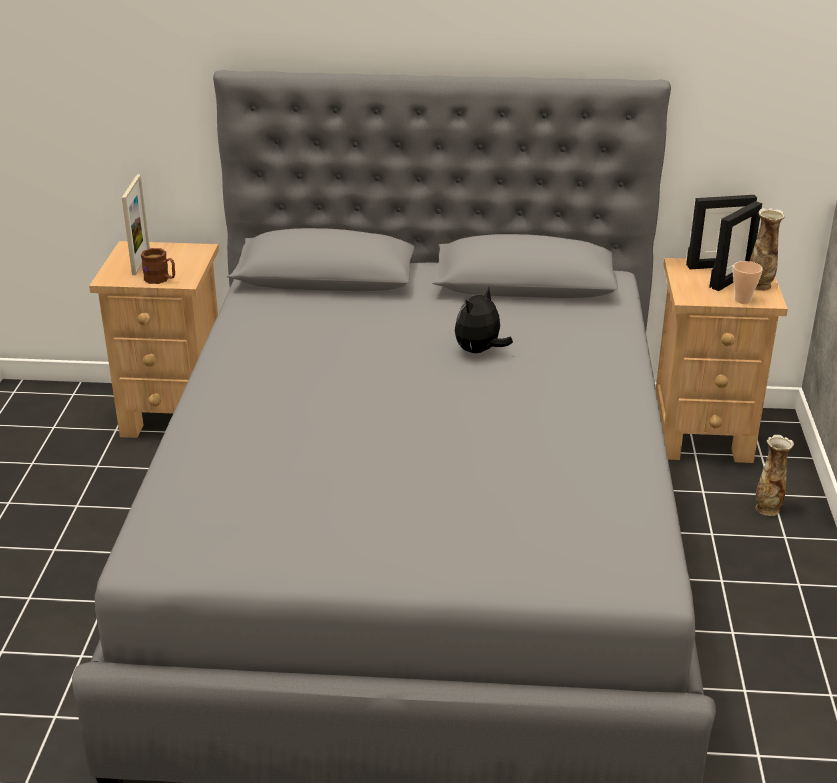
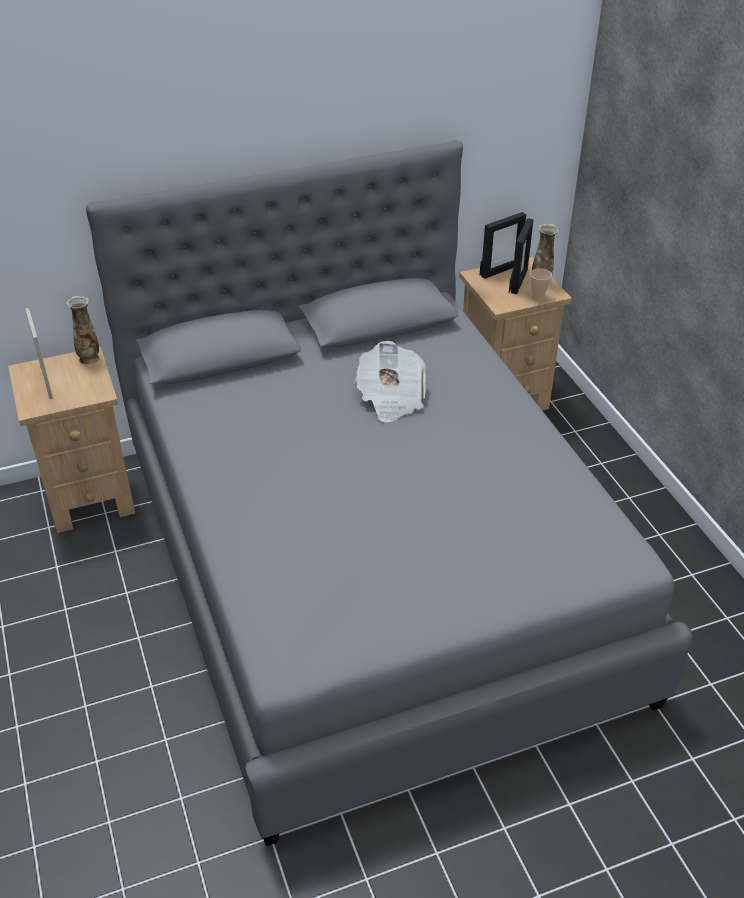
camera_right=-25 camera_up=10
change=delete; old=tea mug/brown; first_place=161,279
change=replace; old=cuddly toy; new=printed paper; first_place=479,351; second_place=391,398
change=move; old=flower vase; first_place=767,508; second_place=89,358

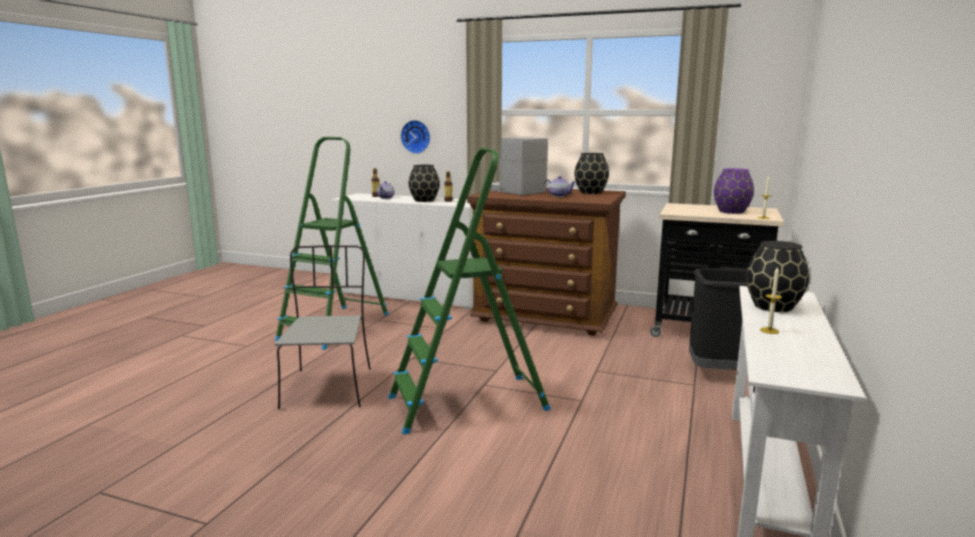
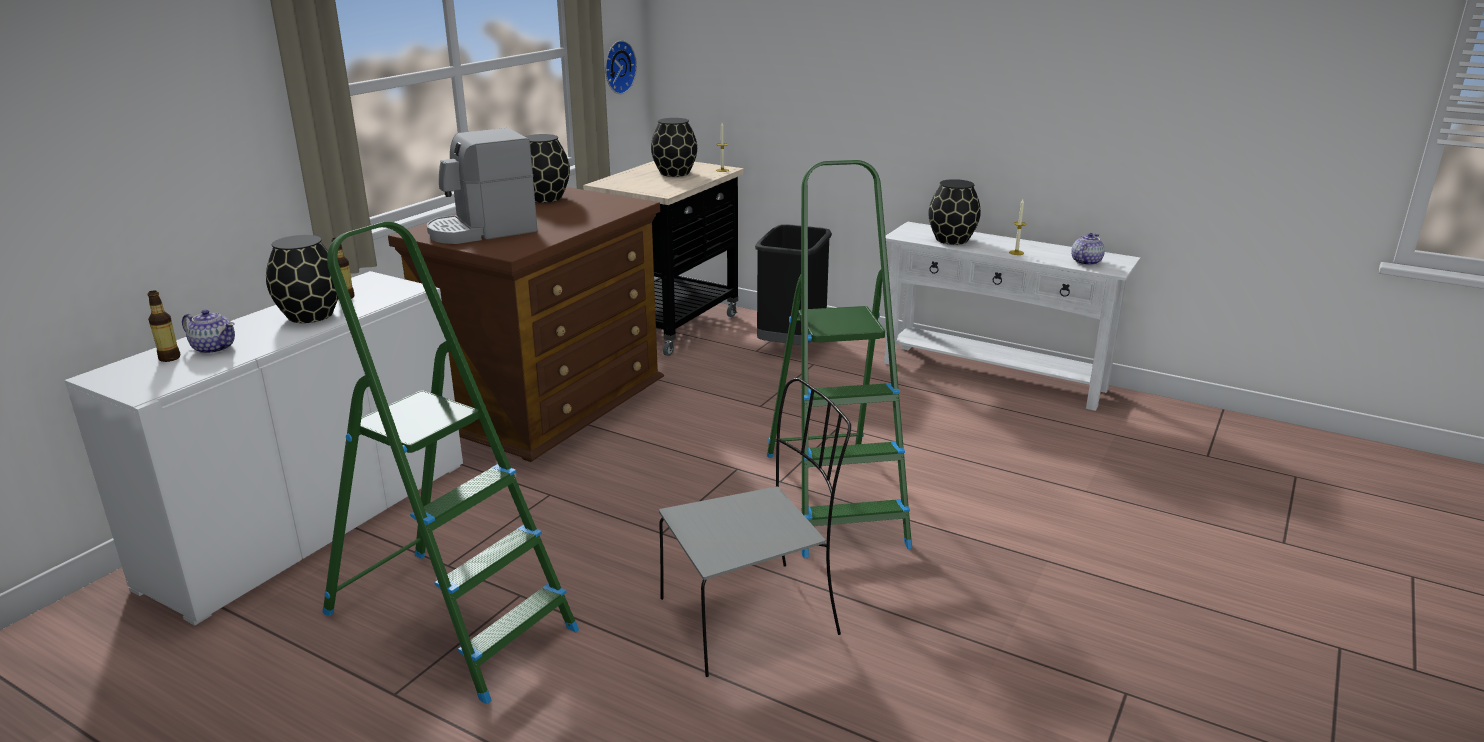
camera_right=-80 camera_up=10
change=move; old=clock on the wall; first_place=416,136; second_place=617,67
change=recolor; old=flower vase/purple-coloured; new=flower vase/black-coloured; first_place=731,211; second_place=674,173
change=move; old=teapot; first_place=559,195; second_place=1085,262
change=rotate; old=upright chair/gray; first_place=328,387; second_place=753,615; degrees=150

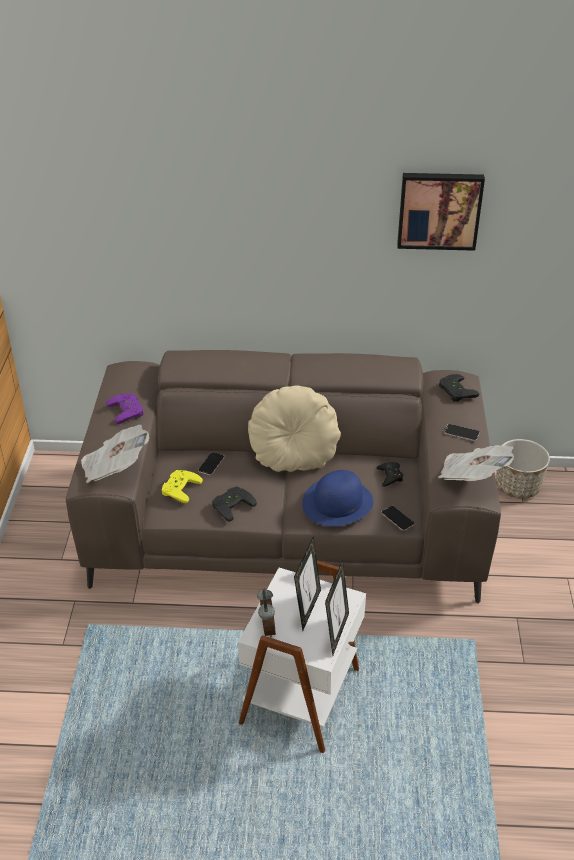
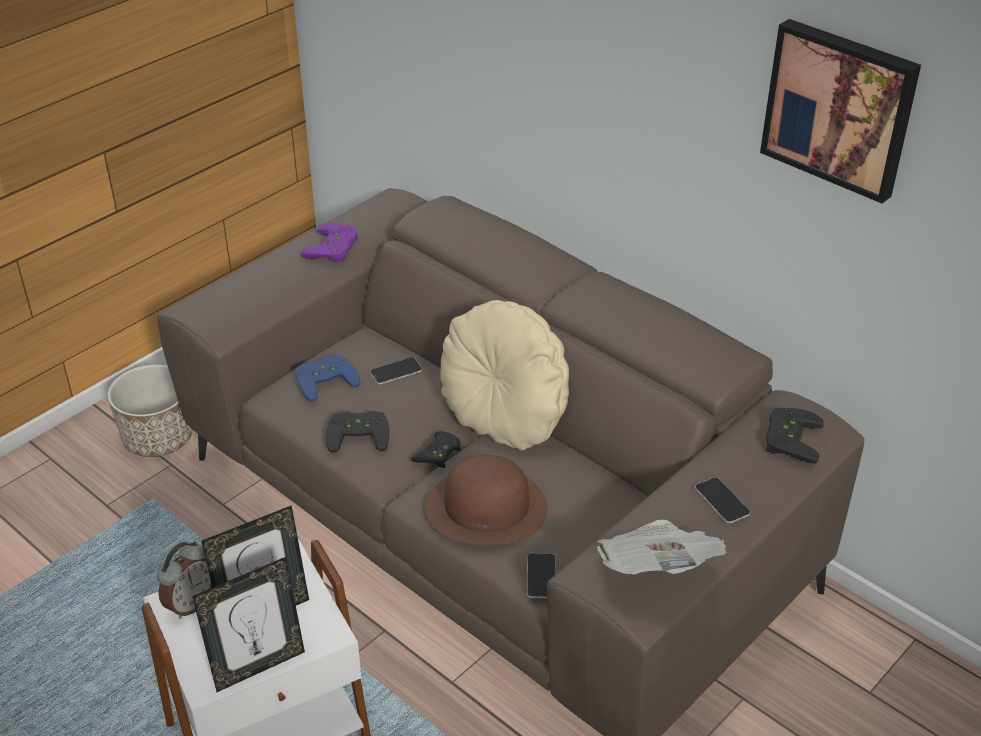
camera_right=40 camera_up=0
change=delete; old=printed paper; first_place=115,468
change=move; old=plant pot; first_place=517,486; second_place=158,438
change=move; old=game controller/black-coloured; first_place=390,476; second_place=438,454
change=recolor; old=game controller/yellowish; new=game controller/blue; first_place=179,487; second_place=325,379
change=recolor; old=hat/blue; new=hat/brown; first_place=338,502; second_place=487,507

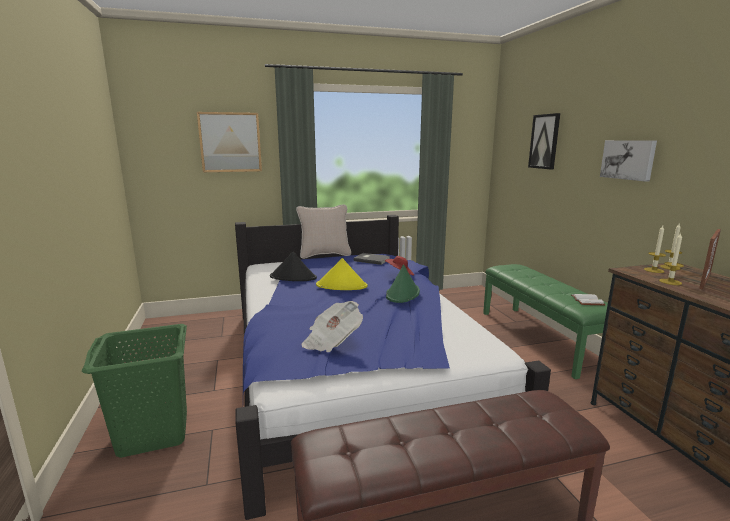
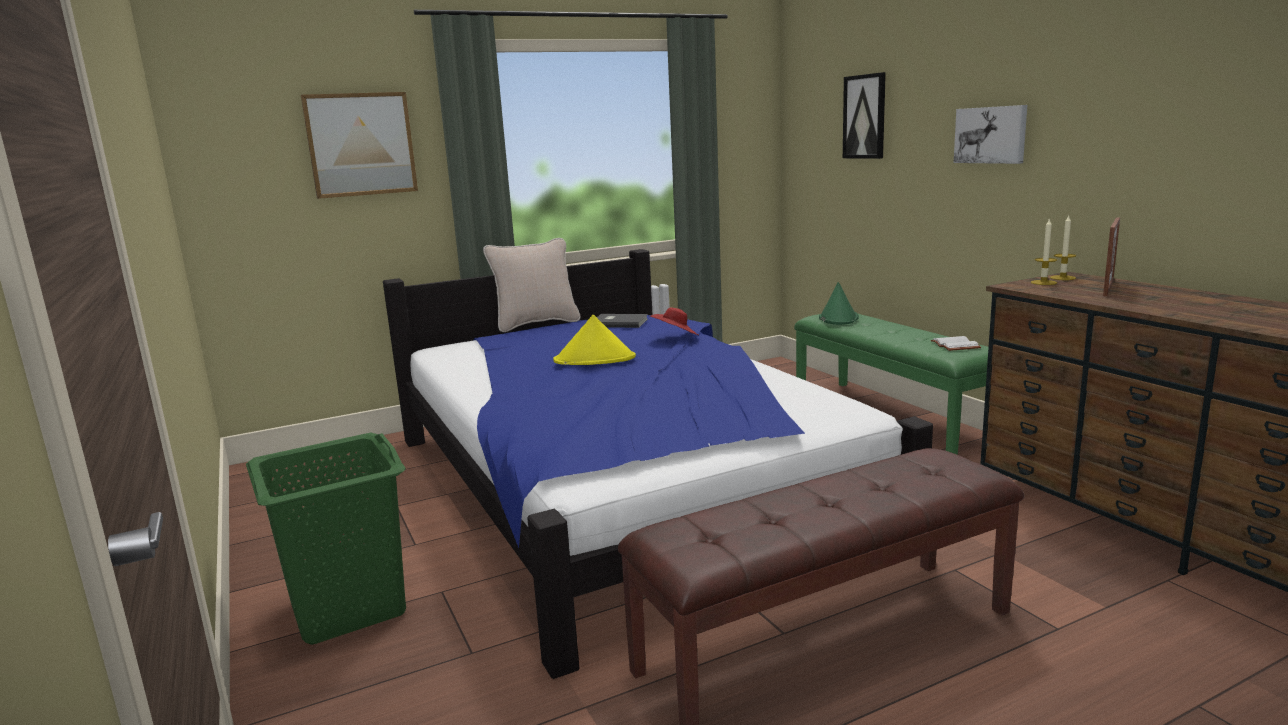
camera_right=-10 camera_up=0
change=delete; old=candle; first_place=670,282
change=delete; old=hat/black-coloured; first_place=293,277
change=move; old=hat/green; first_place=402,294; second_place=838,318
change=delete; old=printed paper; first_place=331,341

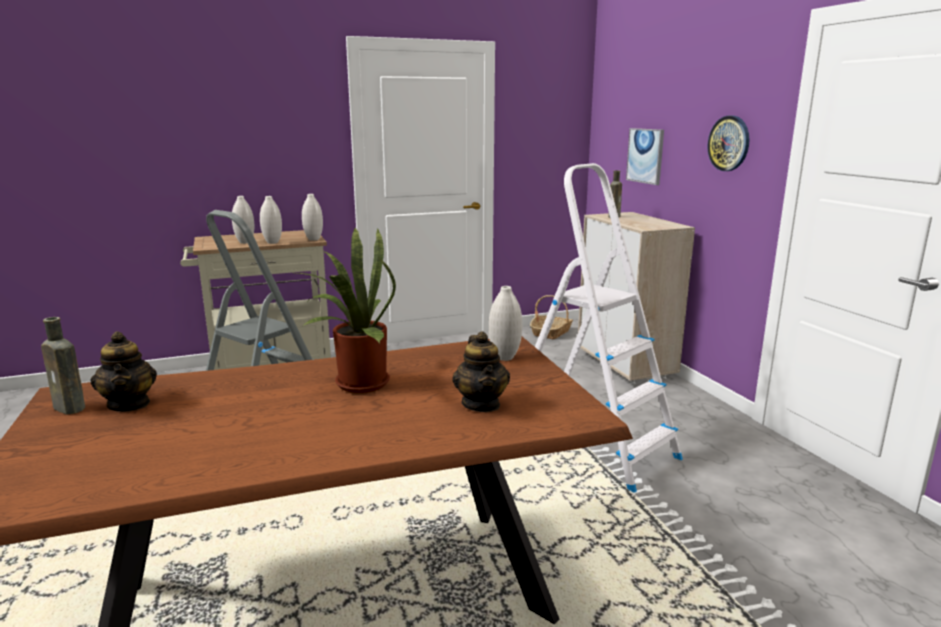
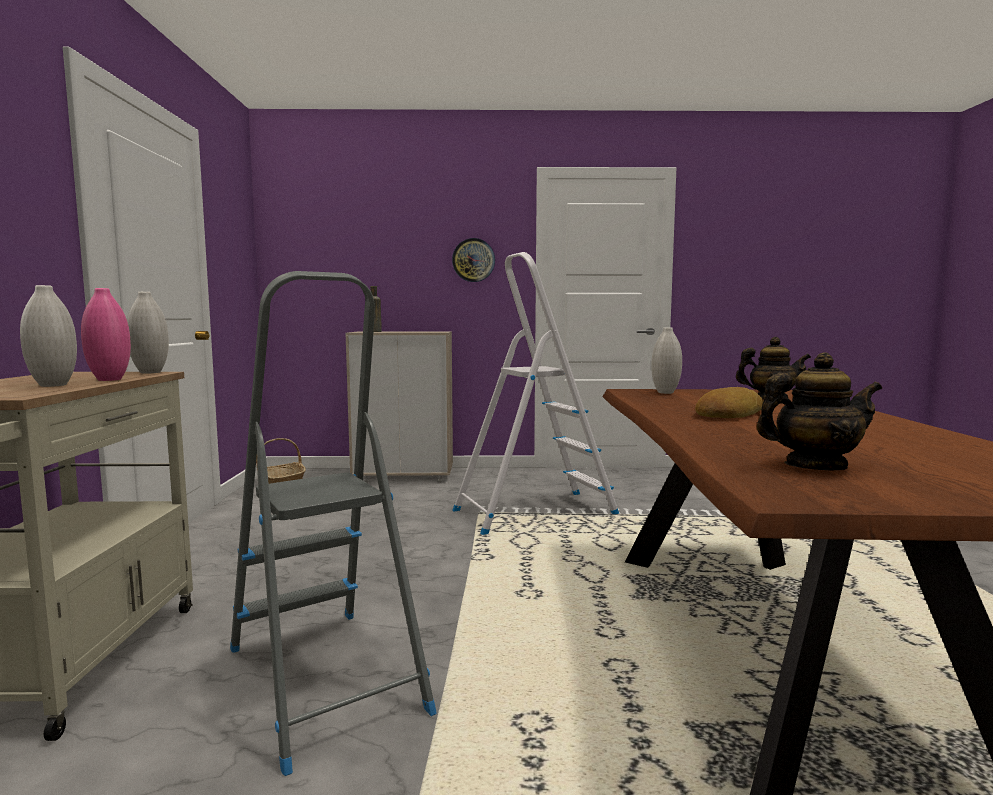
camera_right=-70 camera_up=-10
change=delete; old=wall picture; first_place=645,156
change=recolor; old=flower vase/whitish; new=flower vase/pink-coloured; first_place=272,242; second_place=109,379
change=replace; old=plant in a pot; new=baked bread; first_place=356,383; second_place=727,414
change=delete; old=drink bottle/brown; first_place=71,408

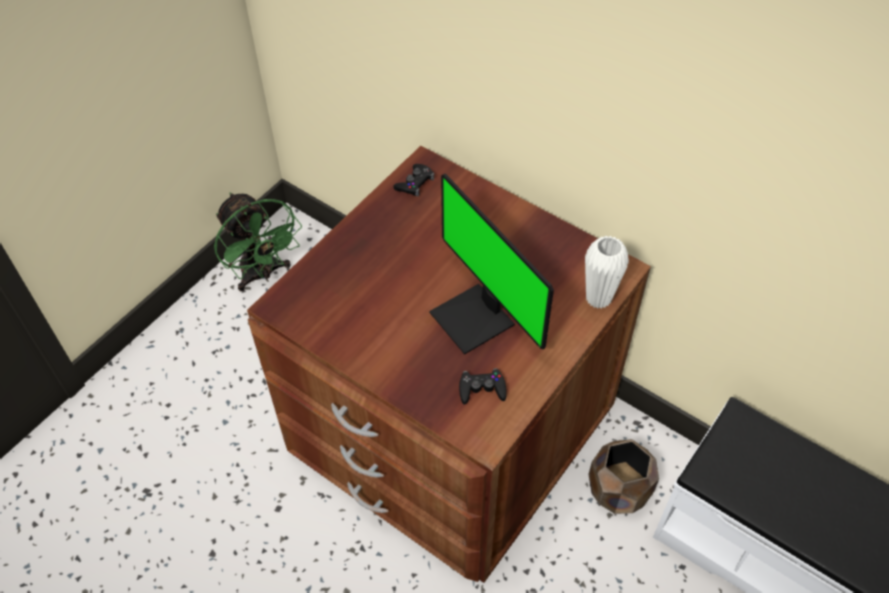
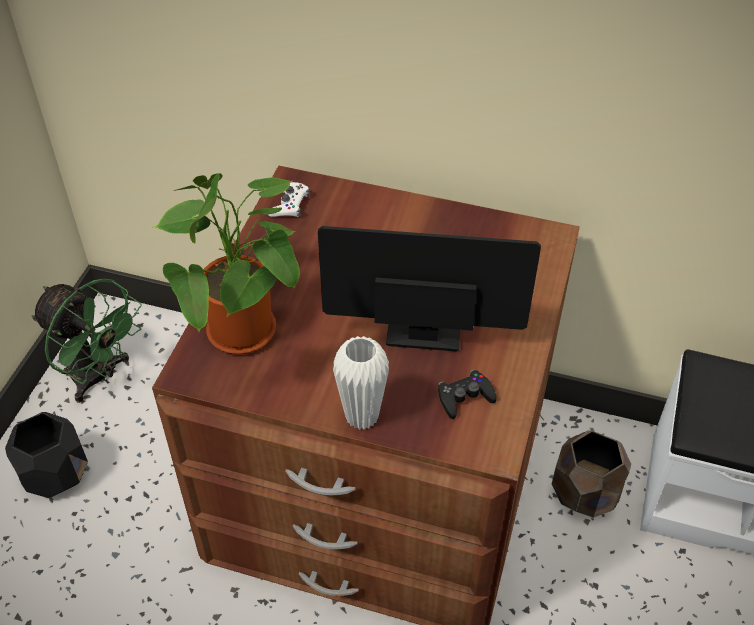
camera_right=-20 camera_up=-5
change=recolor; old=game controller/black-coloured; new=game controller/whitish; first_place=415,183; second_place=290,205
change=rotate; old=computer screen; first_place=476,318; second_place=423,326; degrees=150
change=move; old=flower vase/whitish; first_place=598,298; second_place=362,416
change=insert; new=plant in a pot; second_place=247,336
change=insert; new=plant pot/black-coloured; second_place=56,474

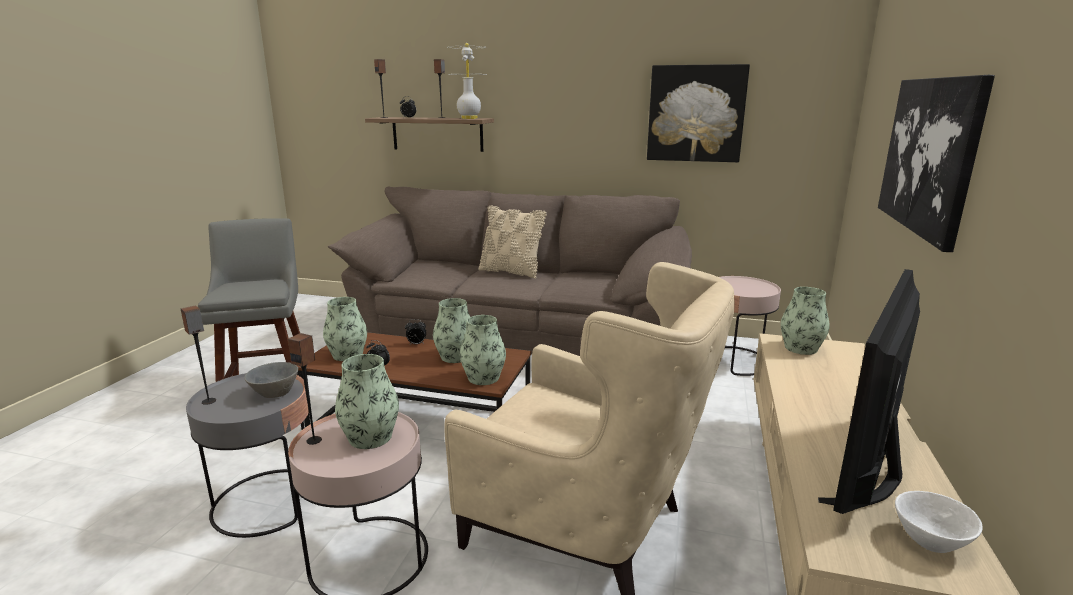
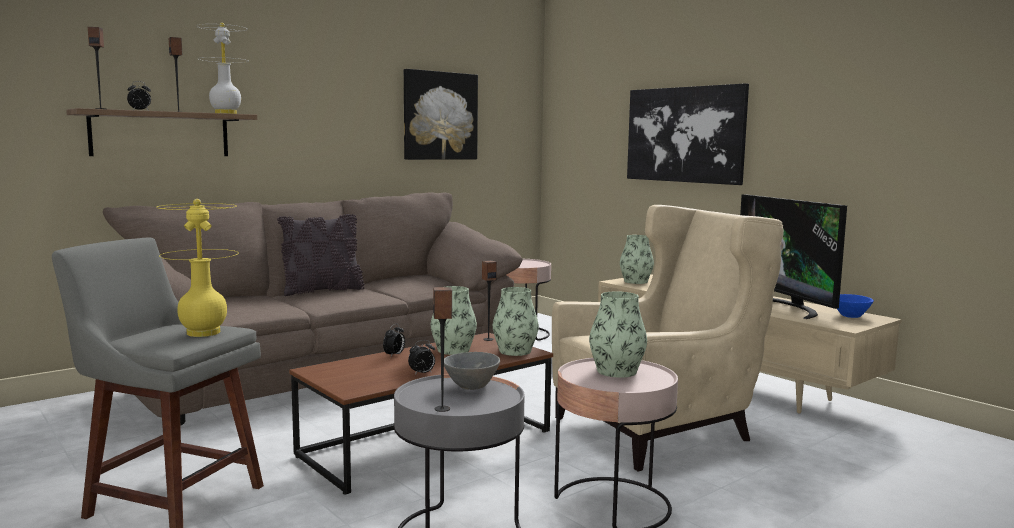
camera_right=-55 camera_up=-10
change=recolor; old=pillow/beige; new=pillow/black-coloured; first_place=511,272; second_place=322,291
change=delete; old=flower vase; first_place=347,355
change=move; old=audio speaker; first_place=314,440; second_place=488,339
change=recolor; old=serving bowl/whitish; new=serving bowl/blue; first_place=928,540; second_place=849,316
change=insert; new=lamp for a table/yellowish; second_place=203,333

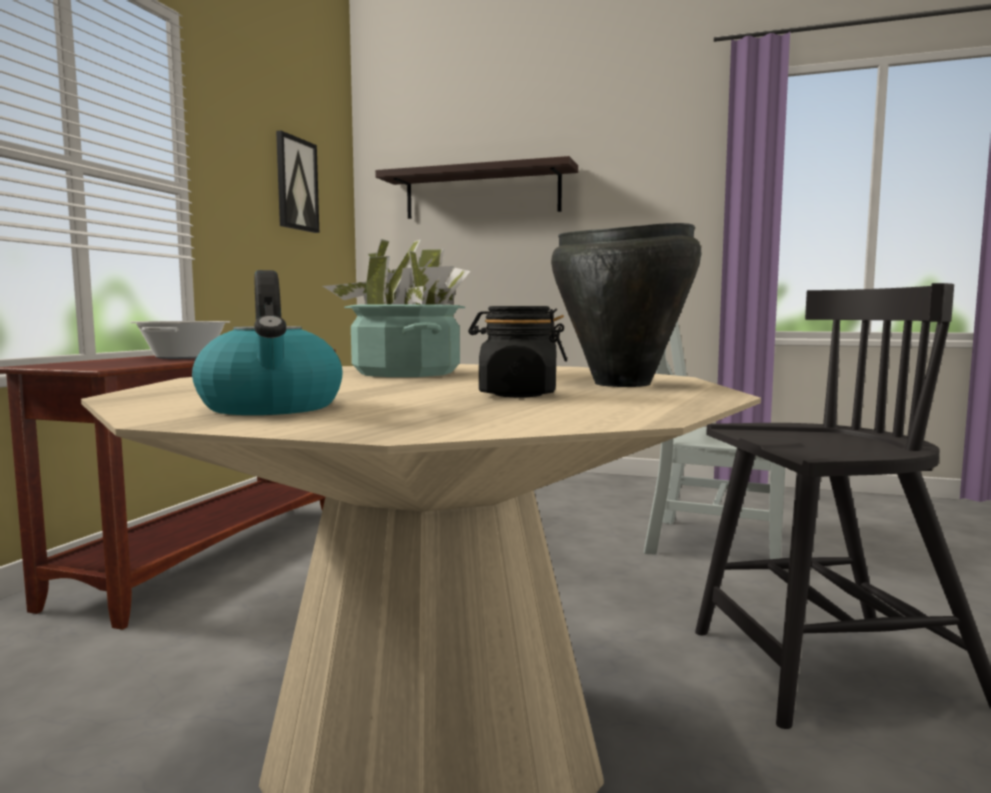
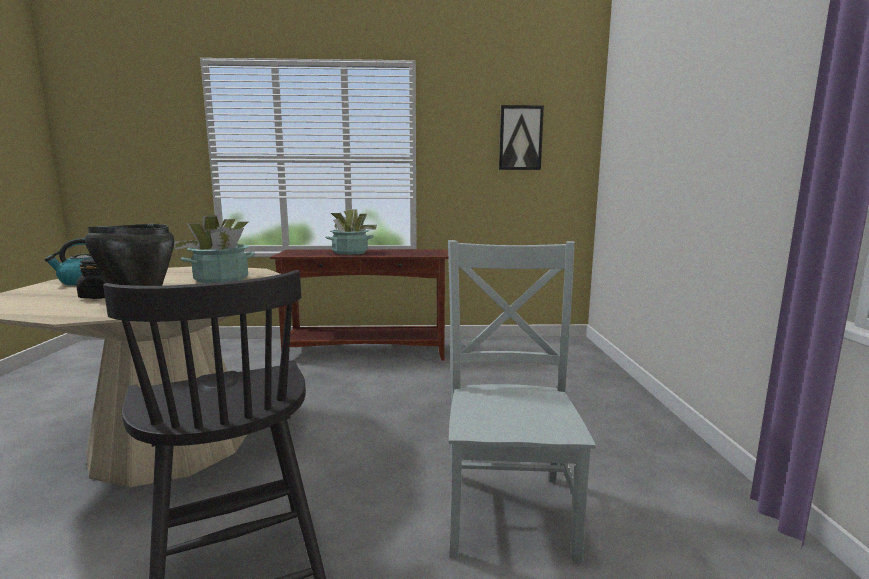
camera_right=70 camera_up=5
change=delete; old=bracket shelf; first_place=482,193
change=replace; old=stockpot; new=plant in a pot; first_place=182,357; second_place=350,252

